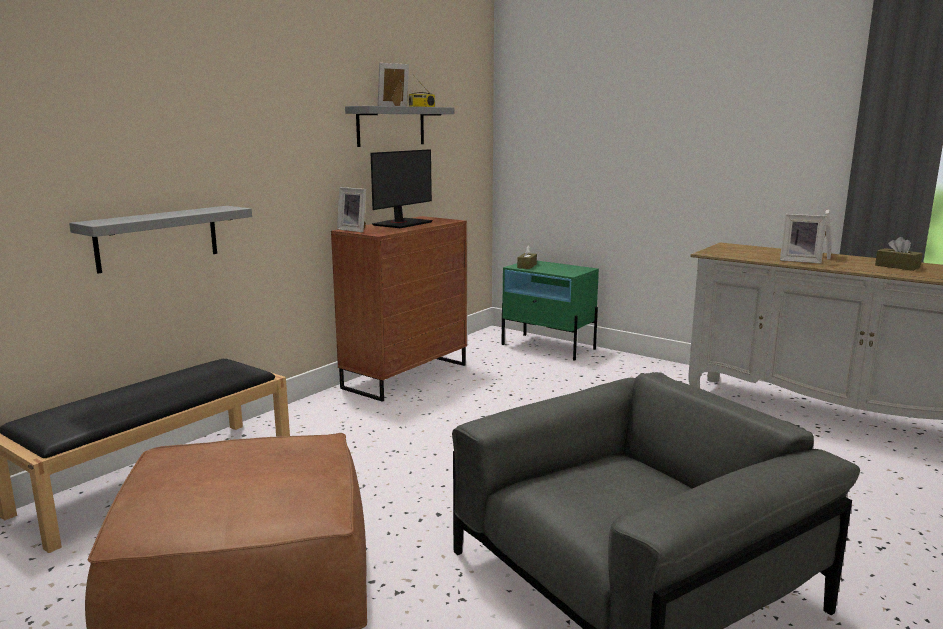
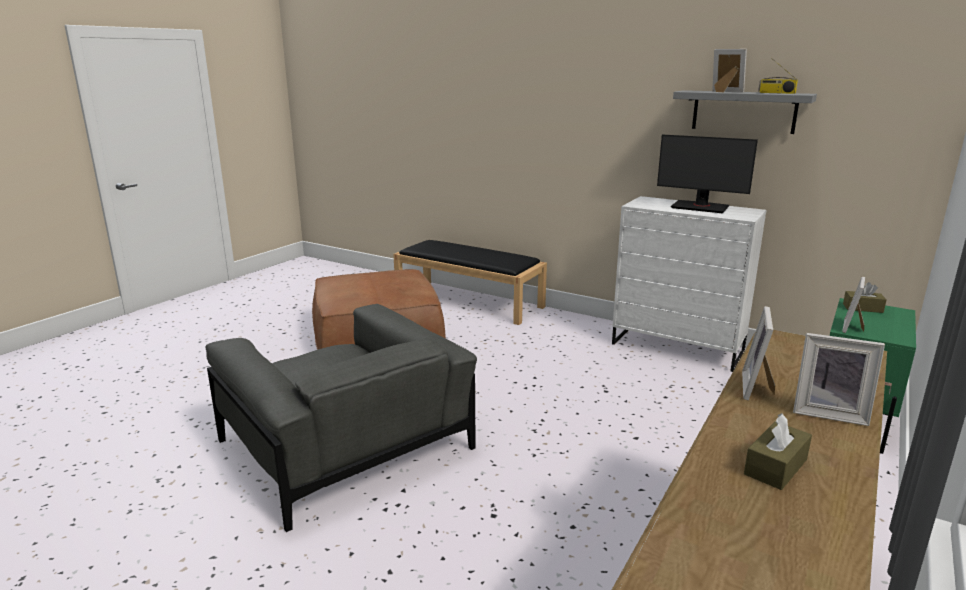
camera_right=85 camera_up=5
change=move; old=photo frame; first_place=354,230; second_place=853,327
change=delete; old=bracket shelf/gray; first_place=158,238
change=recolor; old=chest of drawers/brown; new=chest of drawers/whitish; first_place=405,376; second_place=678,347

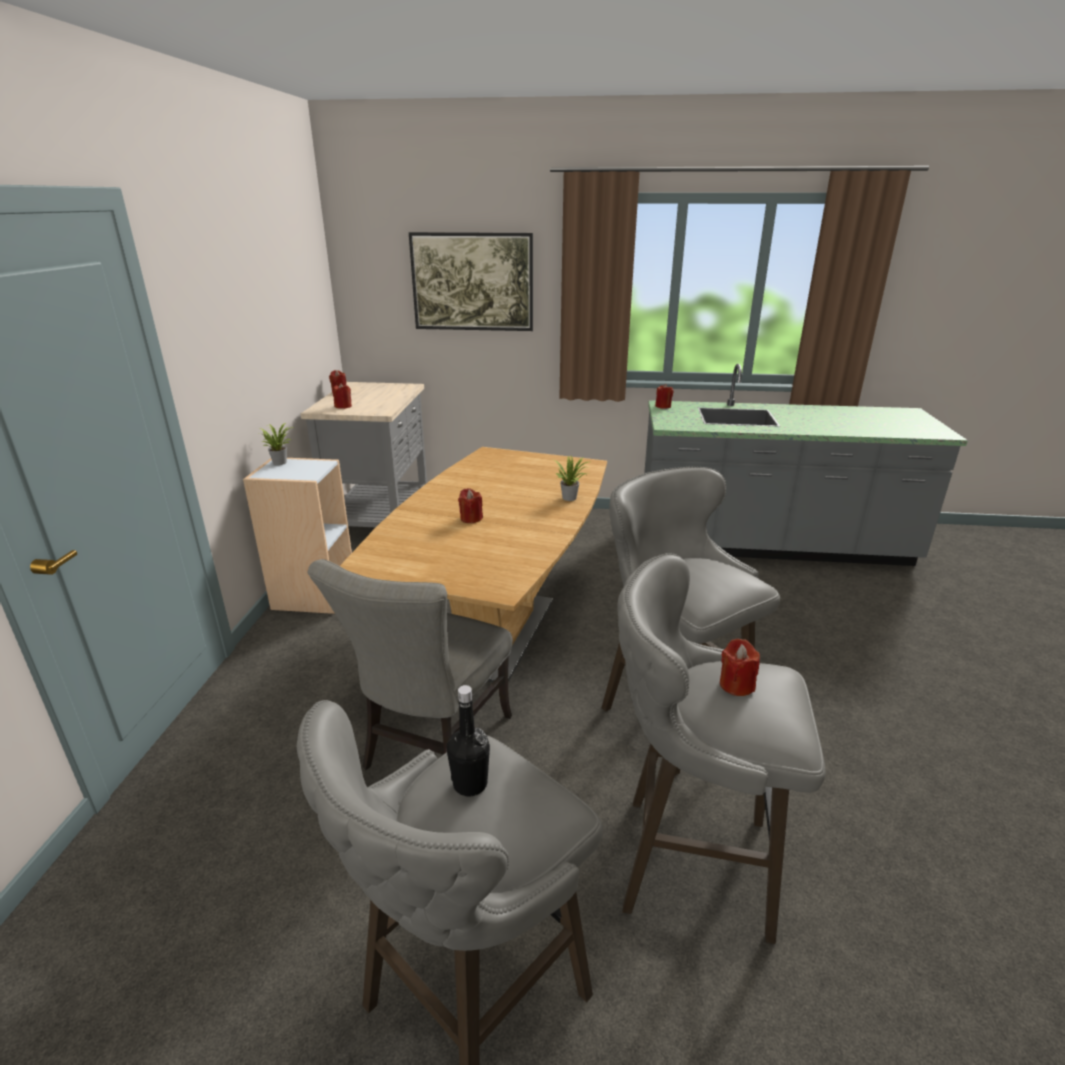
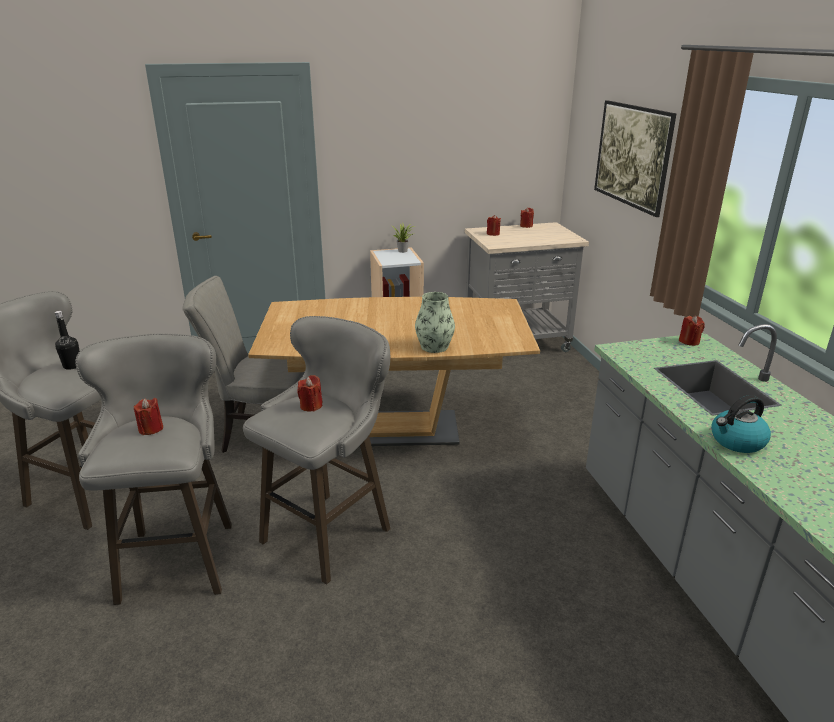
camera_right=70 camera_up=0
change=replace; old=plant in a pot; new=flower vase; first_place=571,497; second_place=434,346
change=move; old=candle/reddish; first_place=471,518; second_place=311,406
change=insert; new=water kettle; second_place=737,441

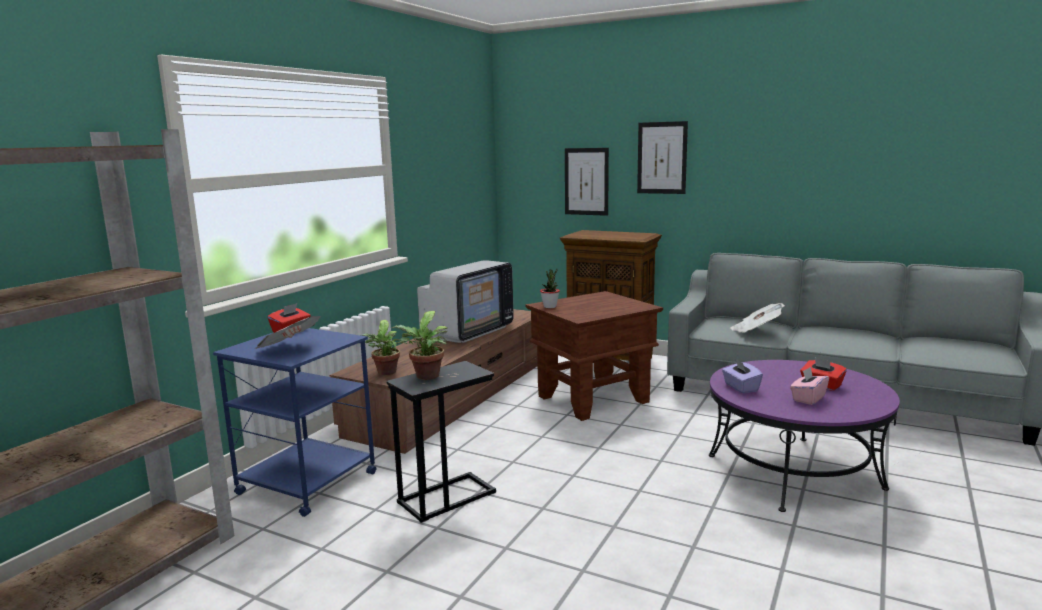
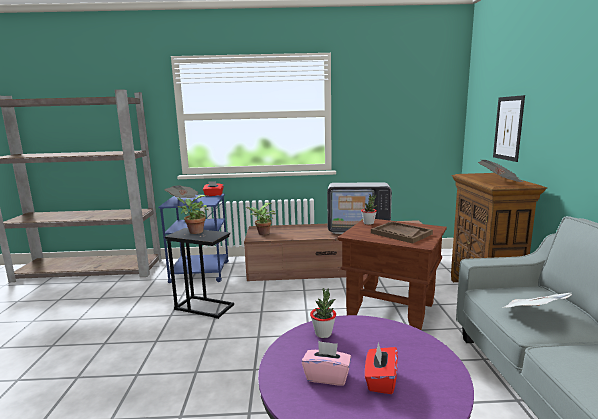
camera_right=60 camera_up=0
change=delete; old=wall picture; first_place=662,158
change=replace; old=box of tissues/purple-coloured; new=plant in a pot; first_place=740,387; second_place=323,333
change=insert; new=printed paper; second_place=500,182
change=insert; new=carrying tray/brown; second_place=401,233

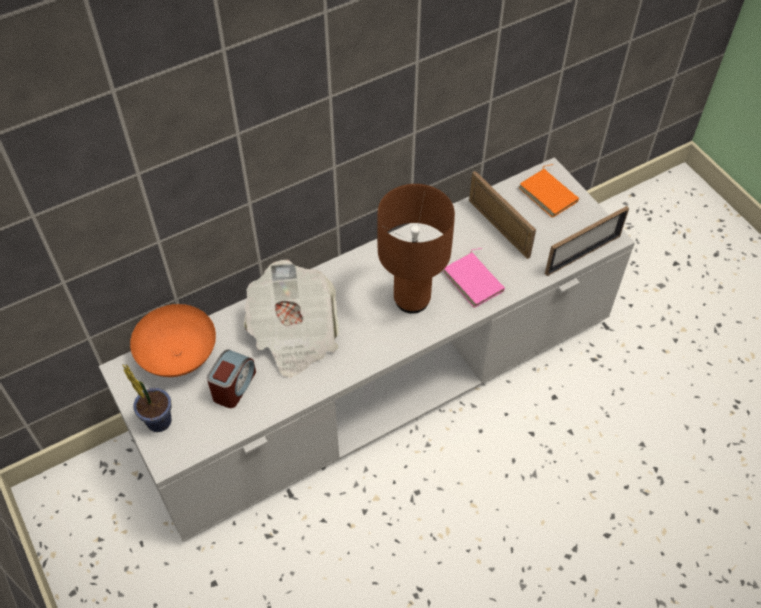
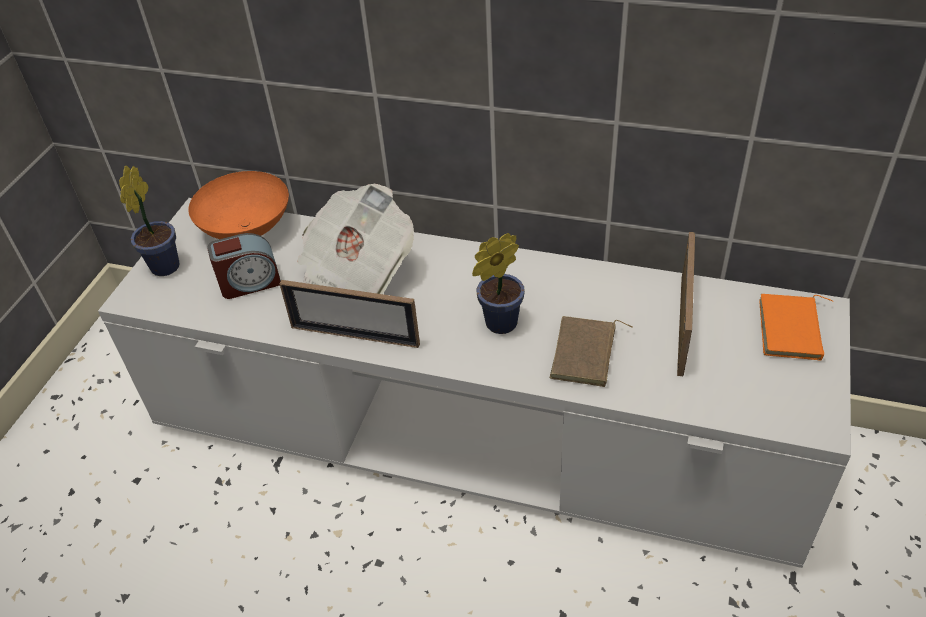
camera_right=50 camera_up=-10
change=replace; old=lamp for a table/brown; new=plant in a pot; first_place=411,299; second_place=497,324
change=move; old=photo frame; first_place=582,254; second_place=354,335
change=recolor; old=book/pink-coloured; new=book/brown; first_place=475,281; second_place=586,355

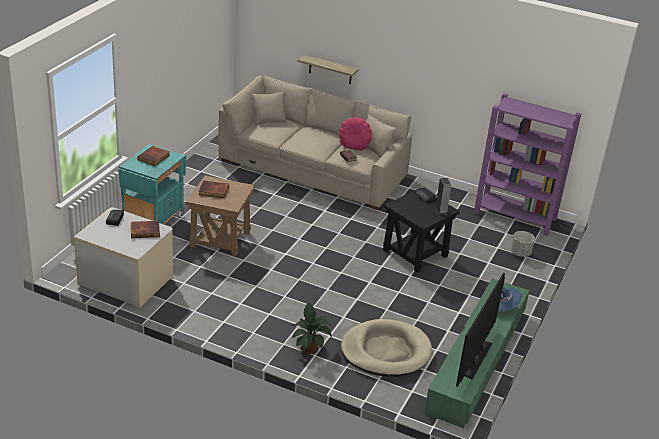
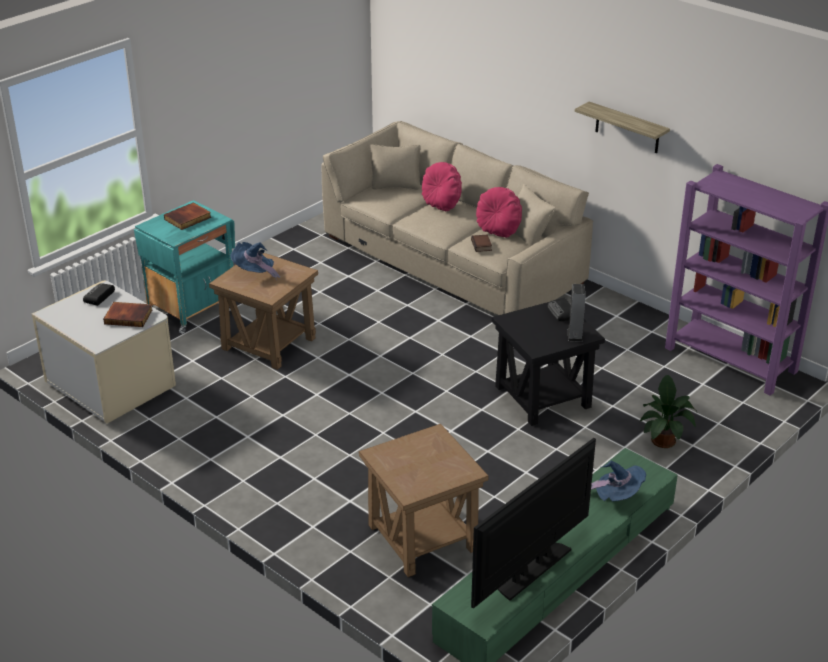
camera_right=20 camera_up=0
change=move; old=bracket shelf; first_place=330,69; second_place=627,128
change=replace; old=book; new=hat/blue; first_place=213,191; second_place=254,273
change=delete; old=plant pot/gray; first_place=520,253
change=move; old=plant in a pot; first_place=310,347; second_place=664,439
change=replace; old=pet bed/beige; new=side table/brown; first_place=385,351; second_place=421,537
change=insert; new=pillow/pink-coloured; second_place=441,205

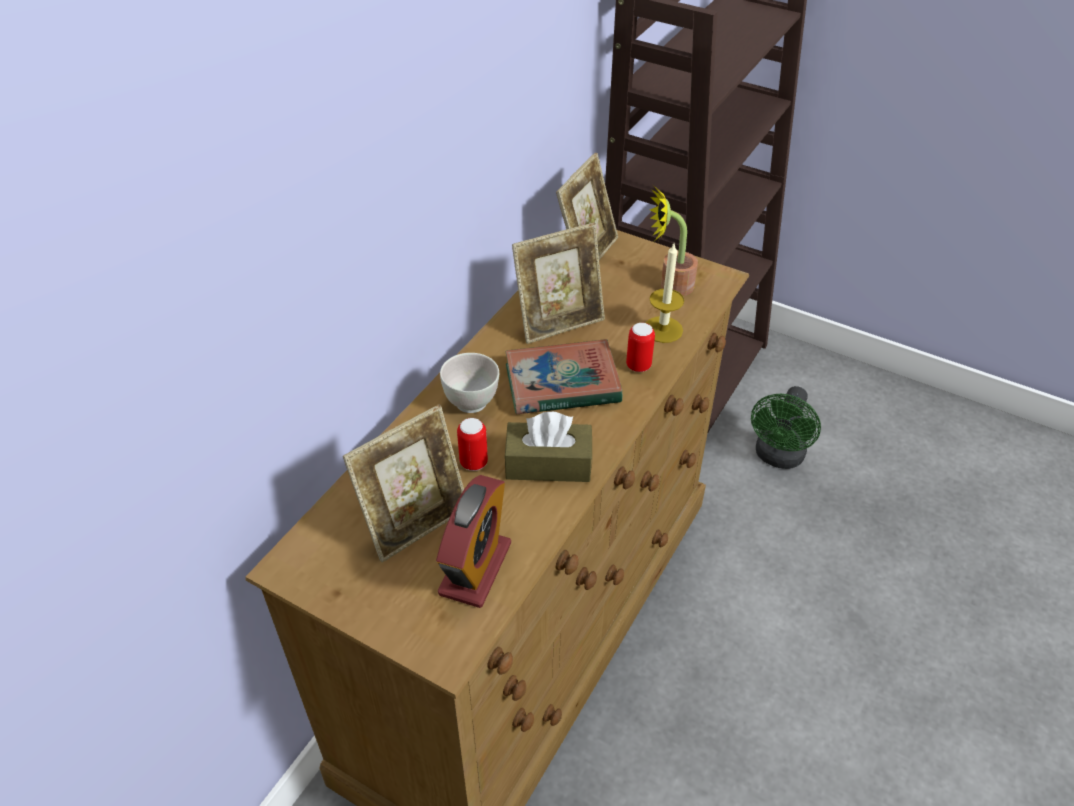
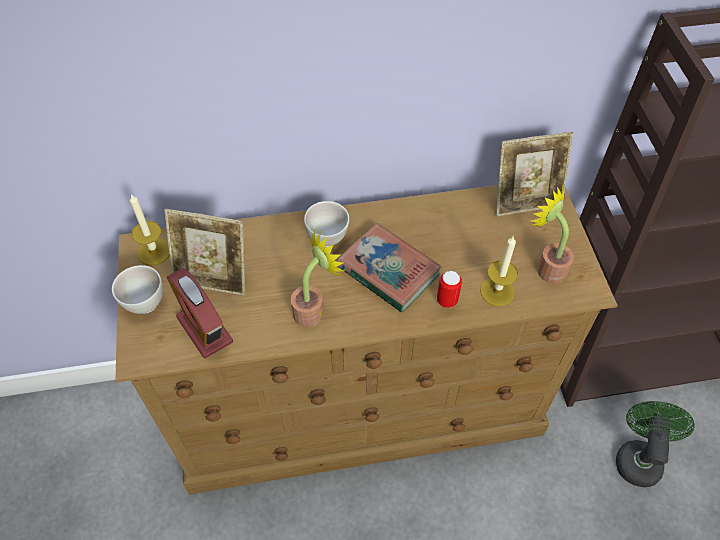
camera_right=50 camera_up=10
change=delete; old=photo frame; first_place=559,322
change=rotate; old=fan/green; first_place=778,457; second_place=638,457; degrees=120
change=replace; old=box of tissues/brown; new=plant in a pot; first_place=548,464; second_place=314,310
change=delete; old=metal can; first_place=473,462
change=rotate; old=bedside clock; first_place=475,568; second_place=204,329; degrees=75
change=insert; new=candle; second_place=154,252
change=insert; new=serving bowl/whitish; second_place=144,303

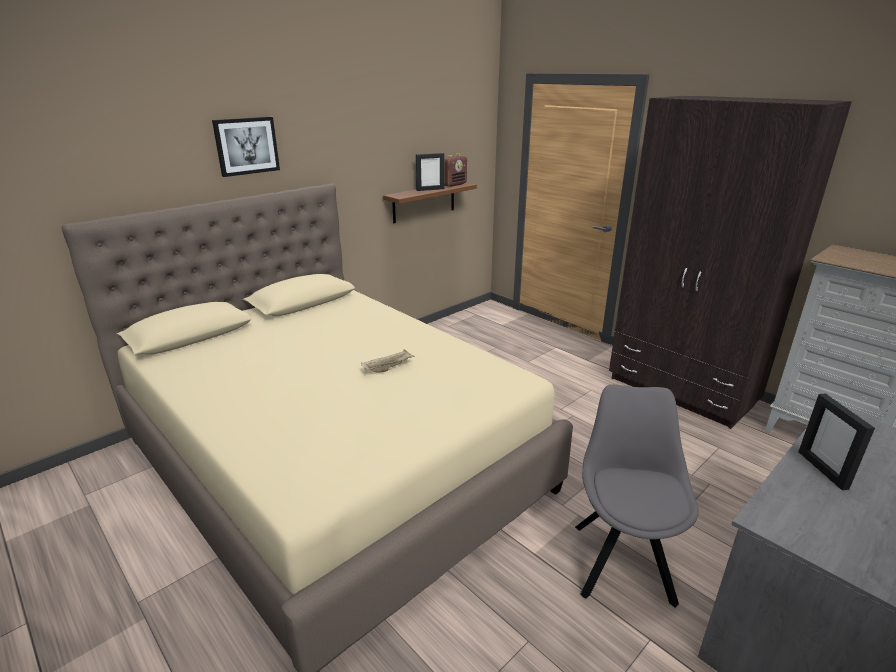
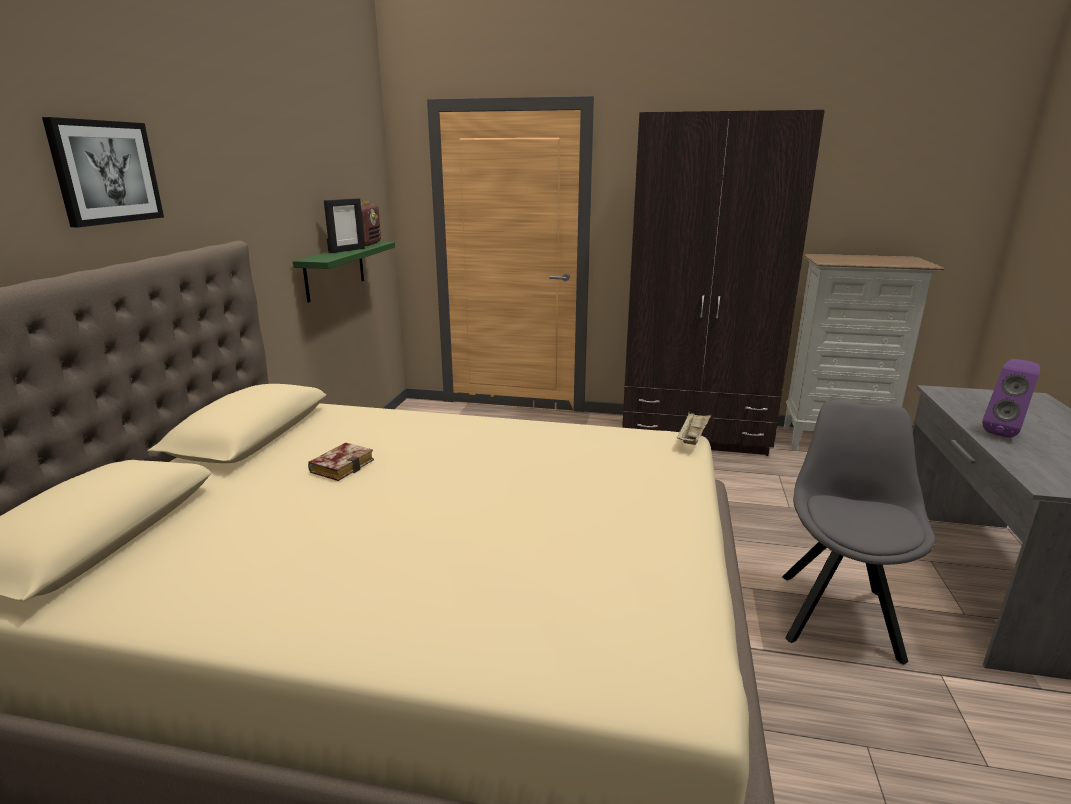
camera_right=-35 camera_up=-5
change=recolor; old=bracket shelf/brown; new=bracket shelf/green; first_place=424,202; second_place=335,270
change=move; old=carrying tray/beige; first_place=388,368; second_place=692,438
change=rotate; old=upright chair/gray; first_place=621,562; second_place=837,615; degrees=45
change=replace; old=photo frame; new=audio speaker/purple-coloured; first_place=823,469; second_place=1003,432
change=insert; new=book; second_place=342,465

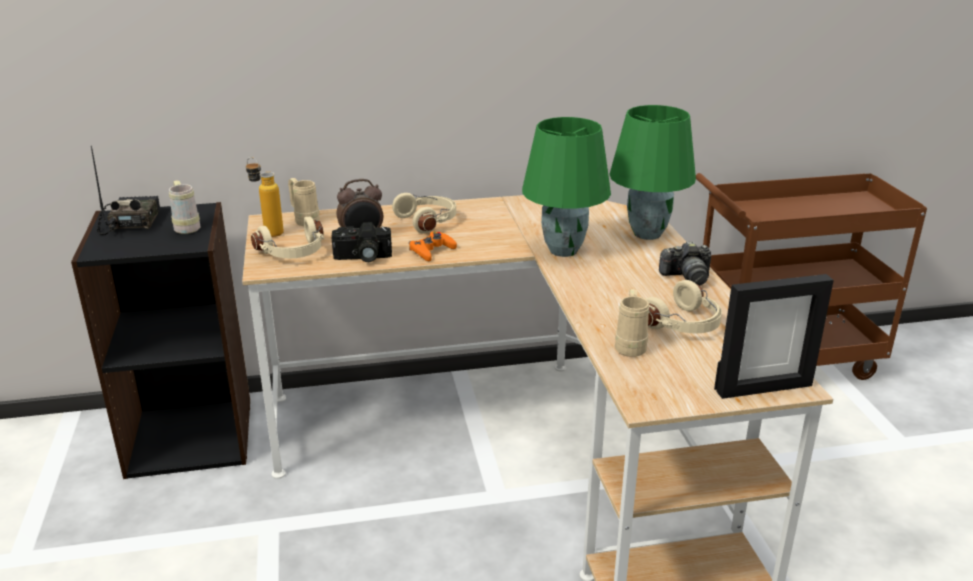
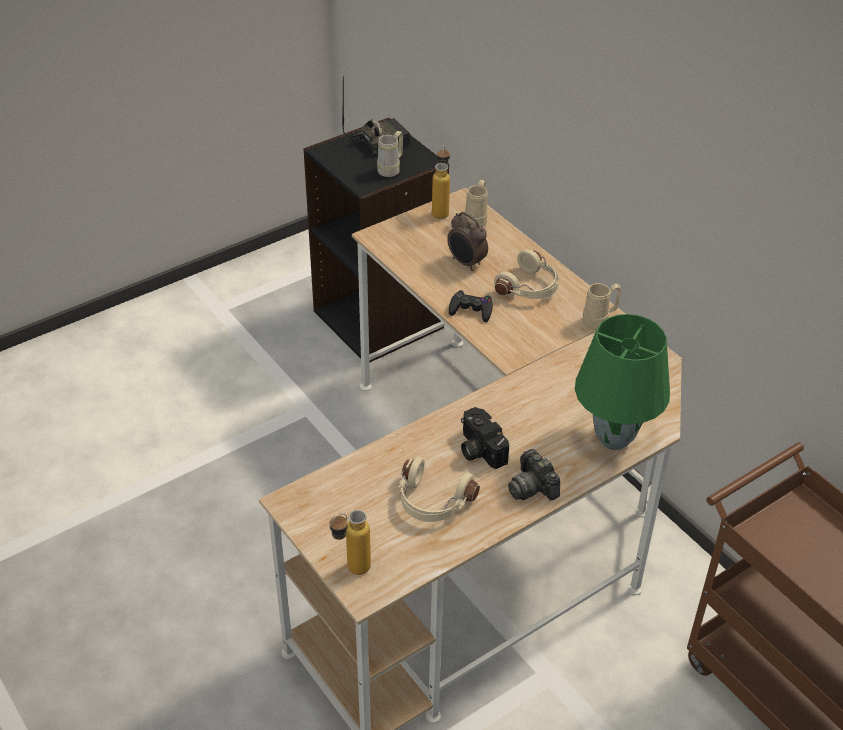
camera_right=65 camera_up=15
change=delete; old=lamp for a table/green; first_place=562,251
change=delete; old=pair of headphones/beige; first_place=294,253
change=move; old=photo camera; first_place=362,258; second_place=478,449
change=recolor; old=game controller/orange-coloured; new=game controller/black-coloured; first_place=431,251; second_place=471,310
change=replace; old=photo frame; new=drink bottle; first_place=763,387; second_place=351,571
change=move; old=tea mug/beige; first_place=630,345; second_place=599,321

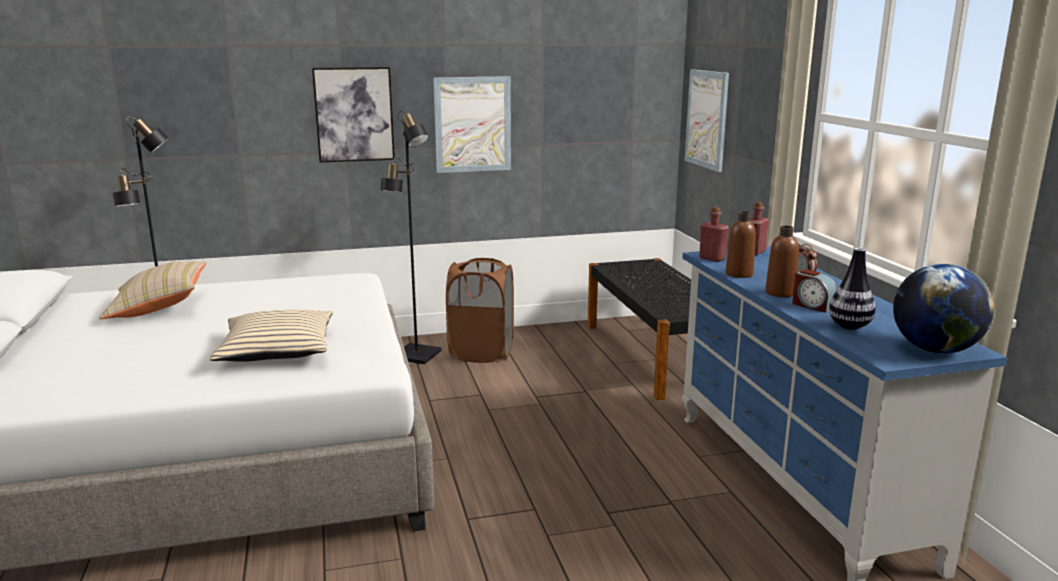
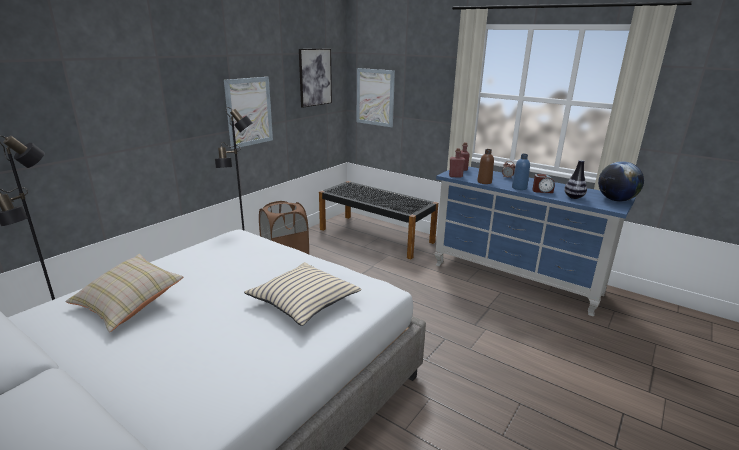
camera_right=-40 camera_up=5
change=move; old=wall picture; first_place=354,114; second_place=315,77
change=recolor; old=drink bottle/brown; new=drink bottle/blue; first_place=780,293; second_place=519,188

